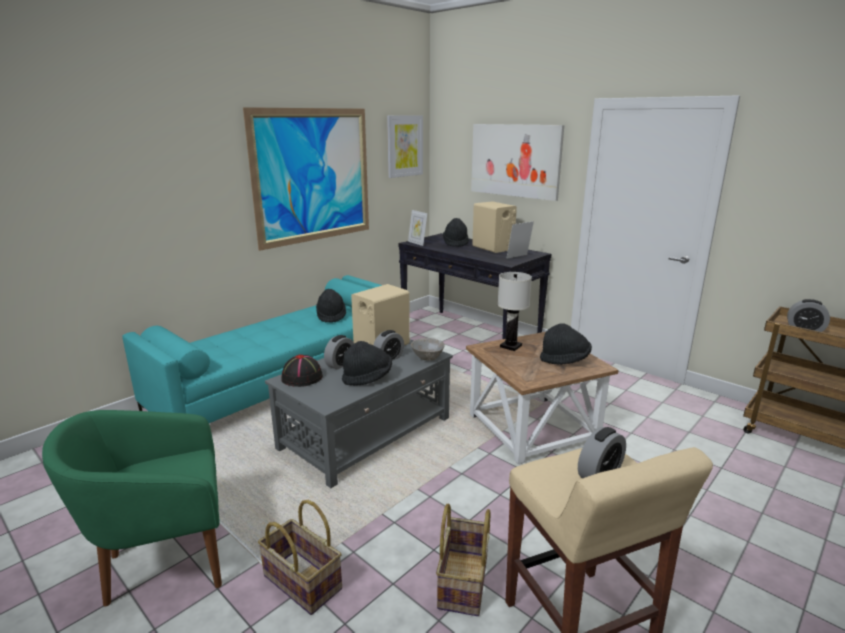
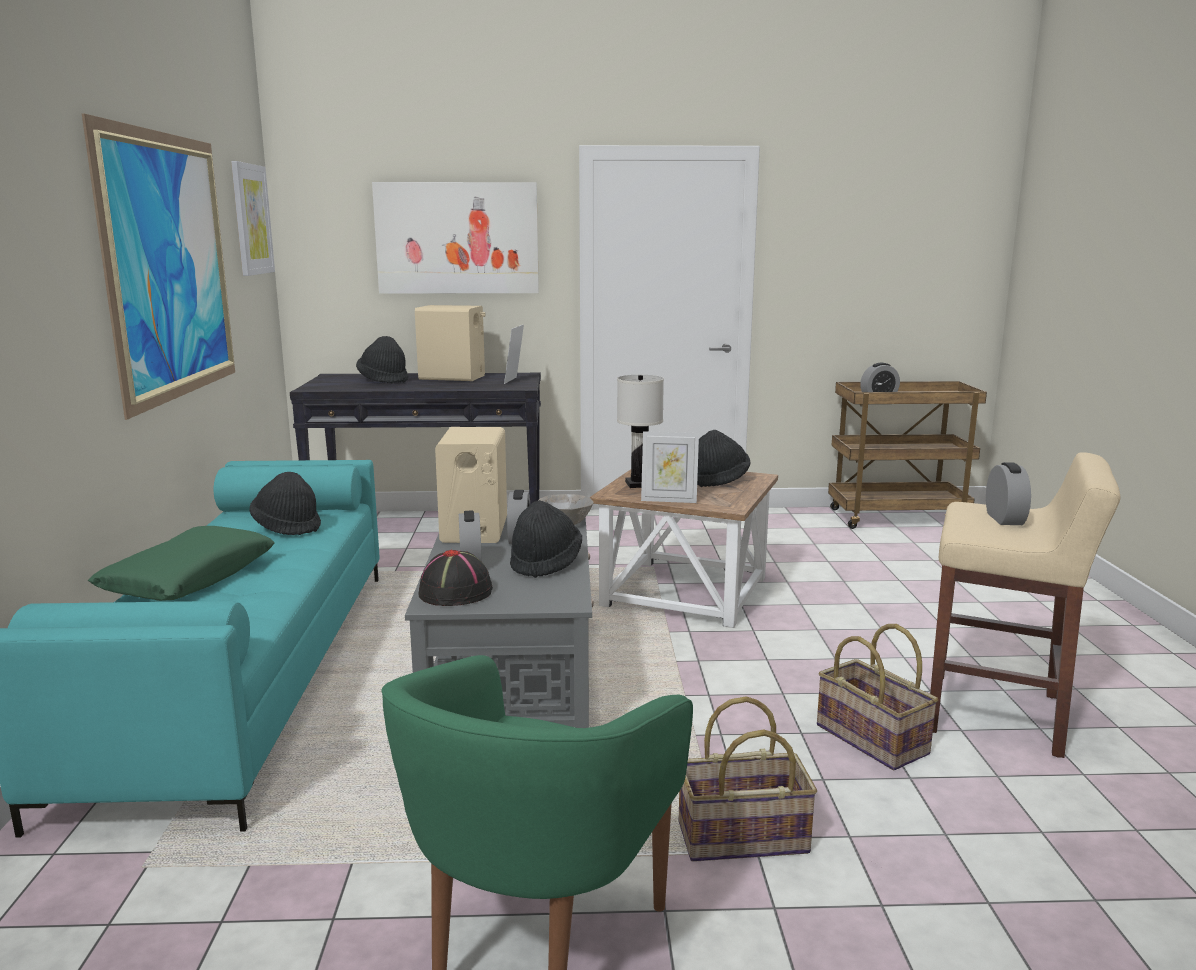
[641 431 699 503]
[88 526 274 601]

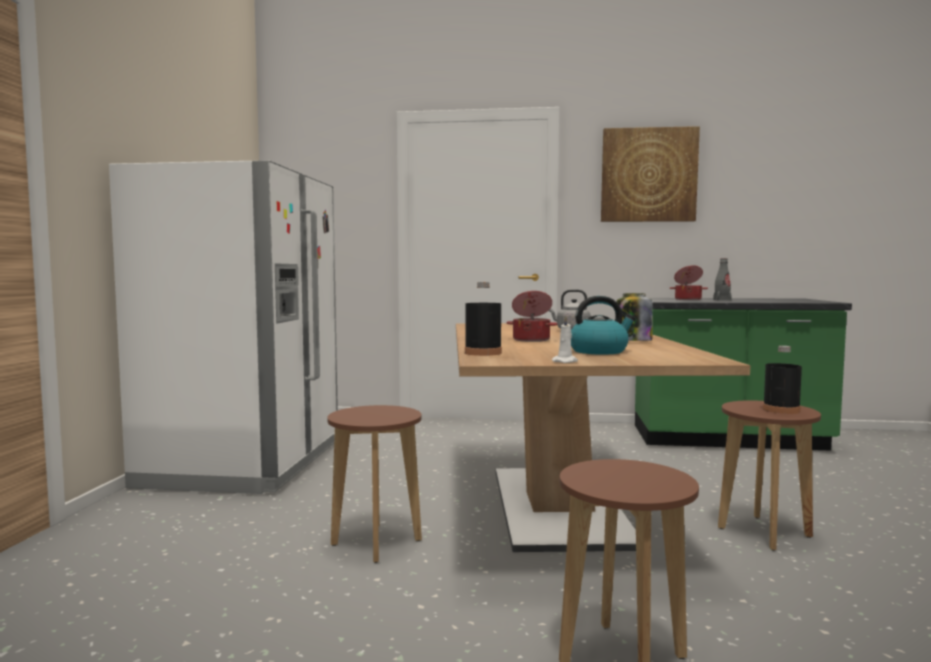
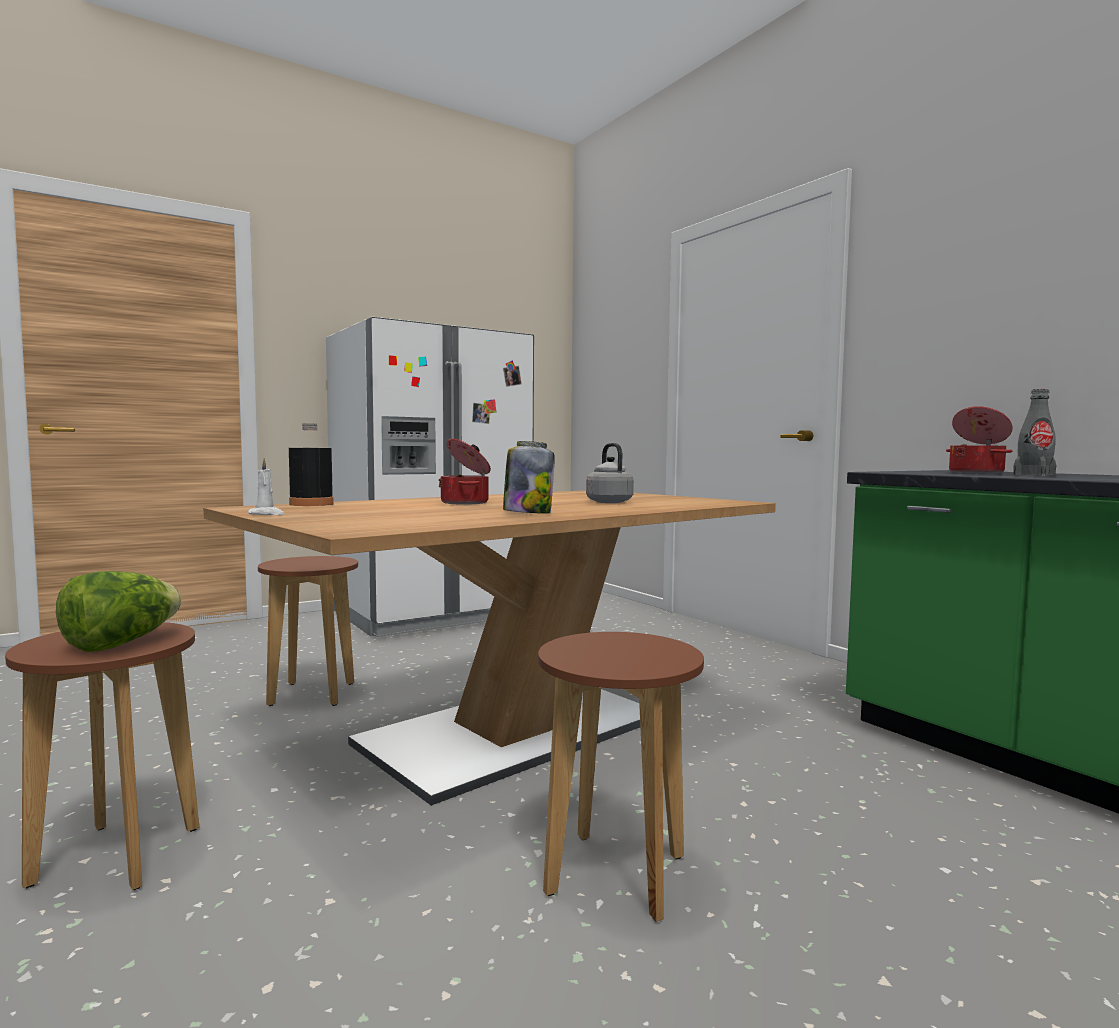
[571 296 636 355] (first image)
[601 126 700 222] (first image)
[763 346 802 414] (first image)
[56 571 182 652]

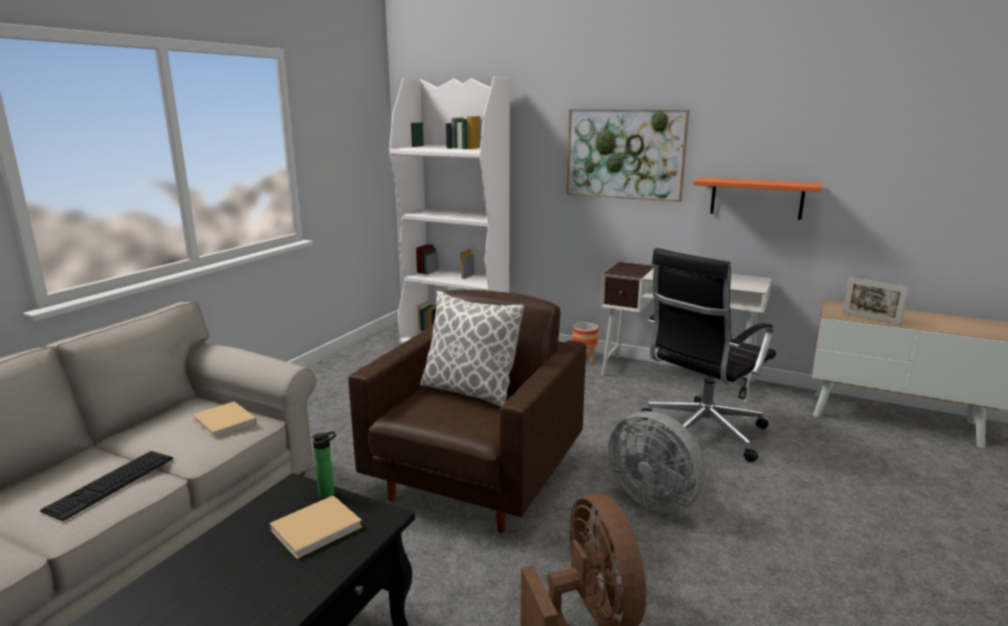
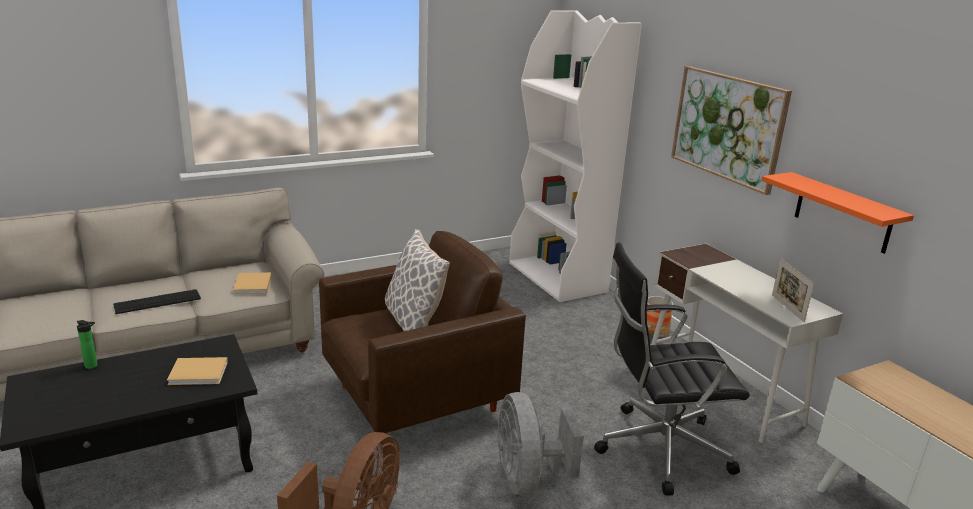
[77 320 98 369]
[772 258 814 322]

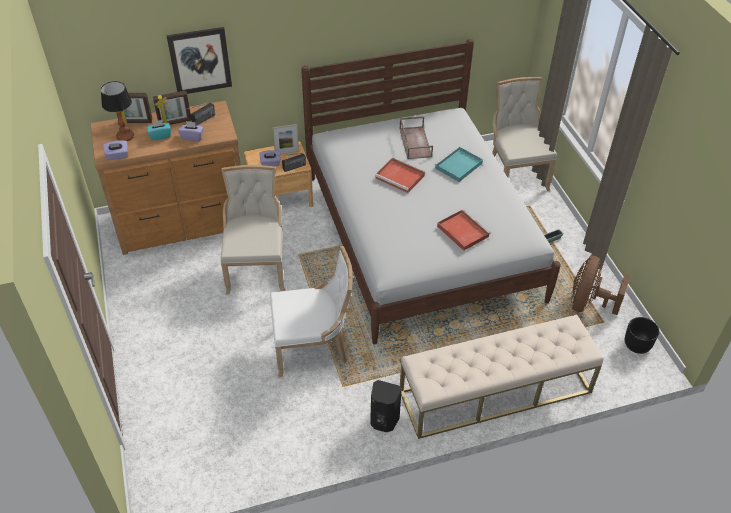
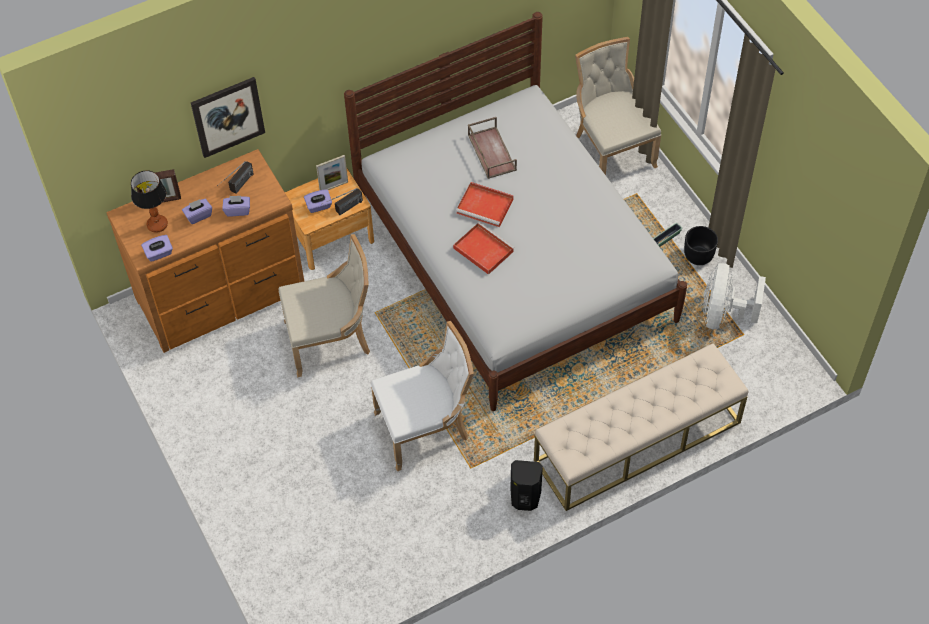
[182 199 212 224]
[153 90 192 125] (first image)
[278 234 370 377]
[434 146 483 182] (first image)
[453 222 515 275]
[703 263 766 330]
[684 226 718 265]

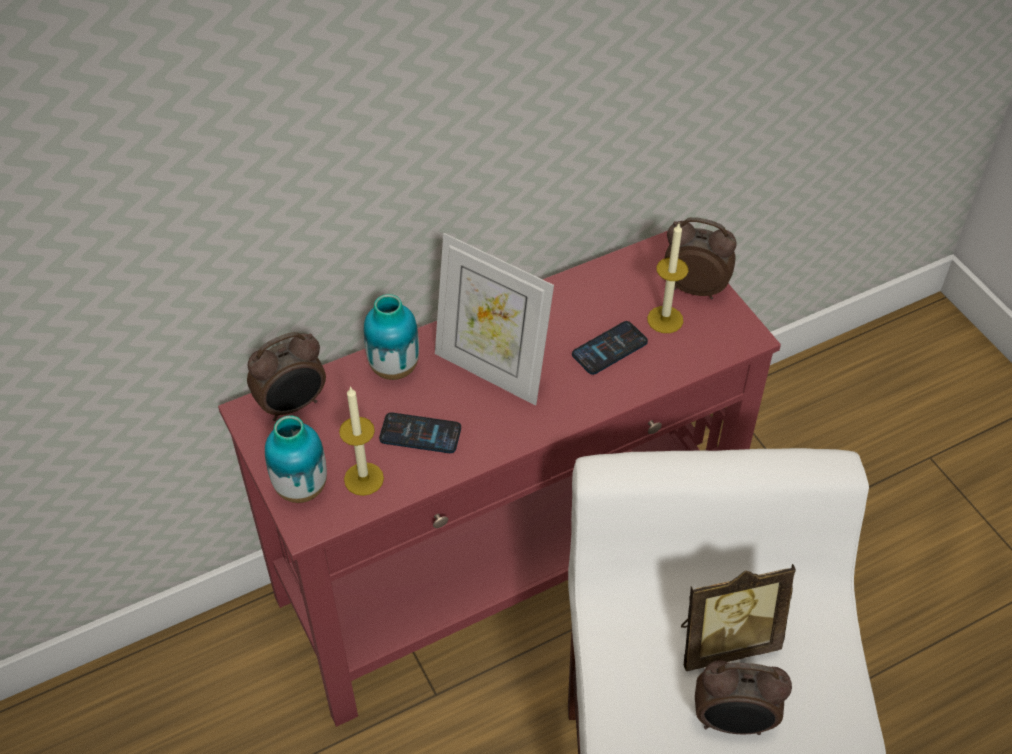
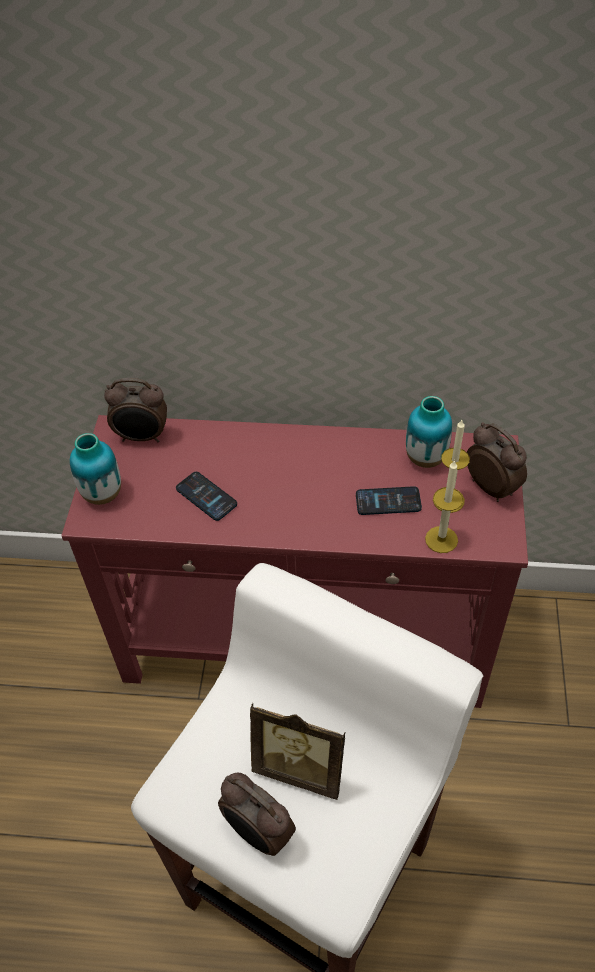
[425 460 463 553]
[406 396 452 468]
[435 233 554 406] (first image)

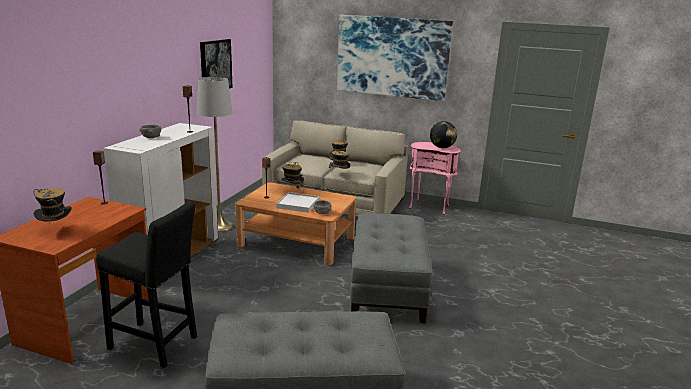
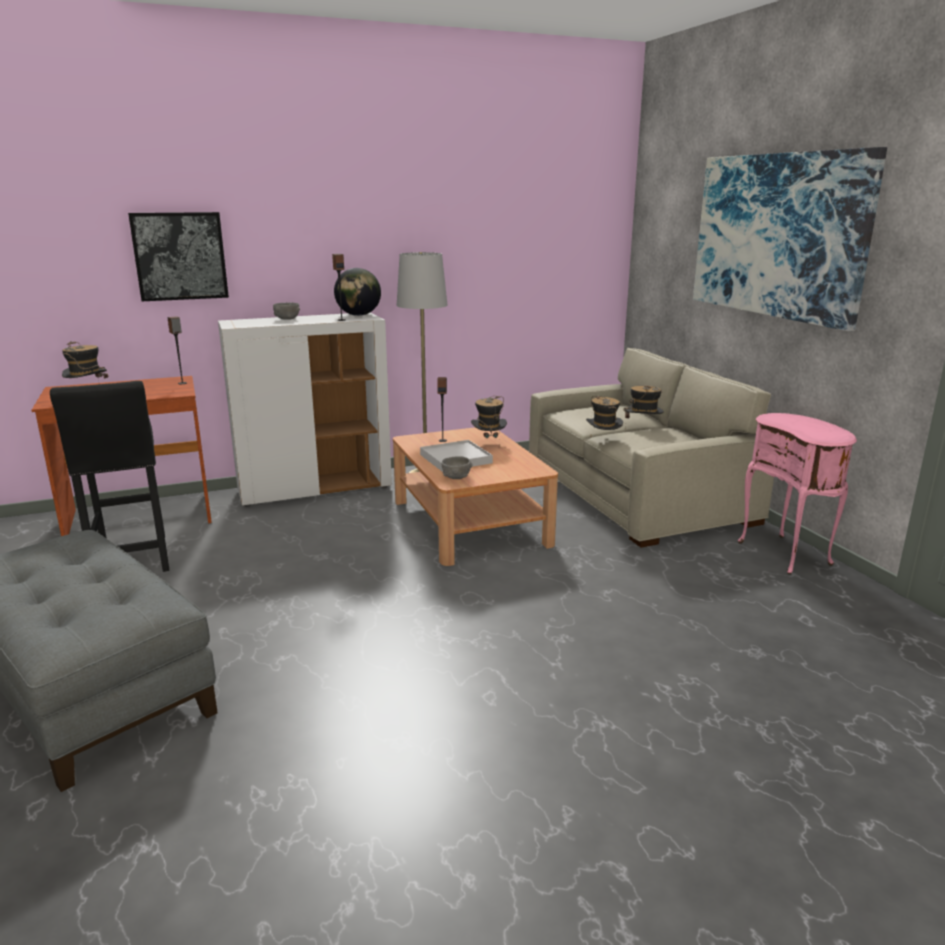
[128 212 229 301]
[350 213 433 323] (first image)
[334 268 381 316]

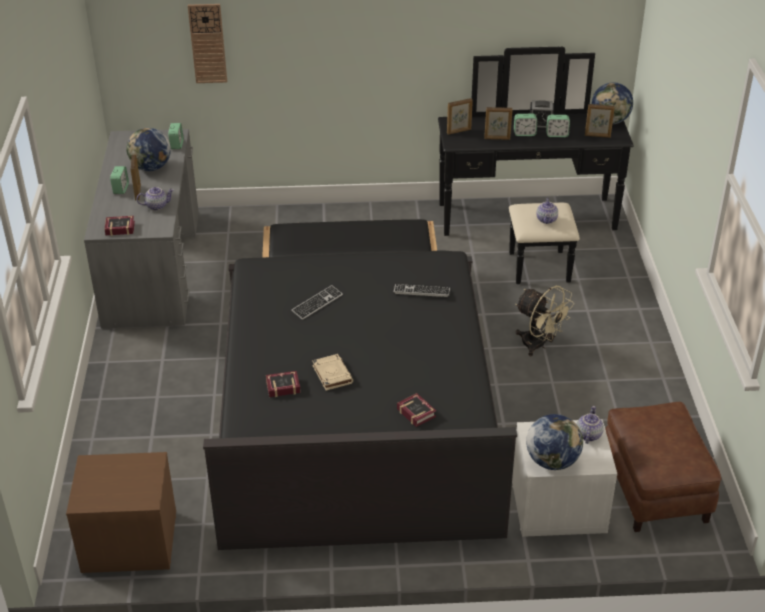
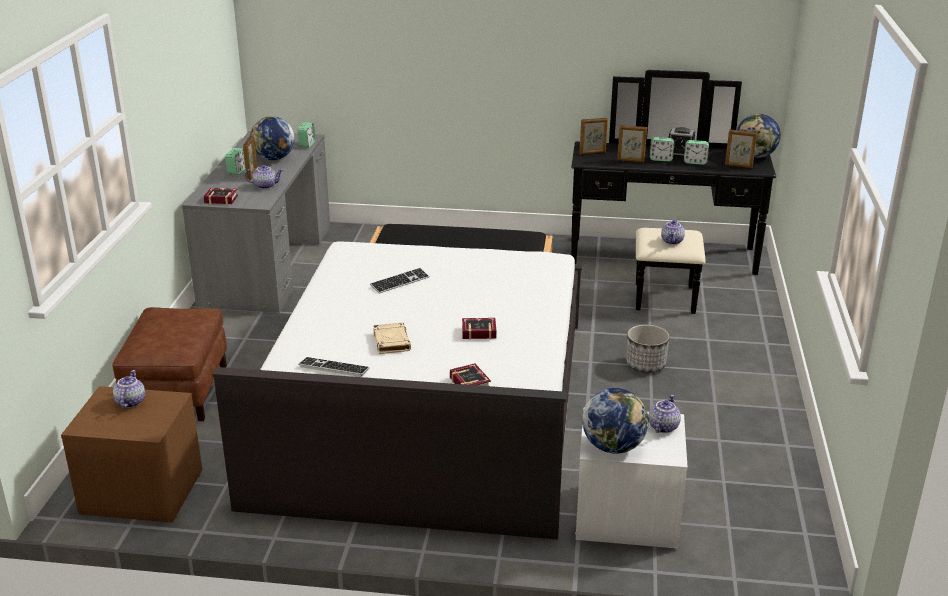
[188 4 227 83] (first image)
[212 241 582 540]
[462 318 496 340]
[298 357 370 377]
[626 324 670 373]
[112 307 227 421]
[113 370 145 408]

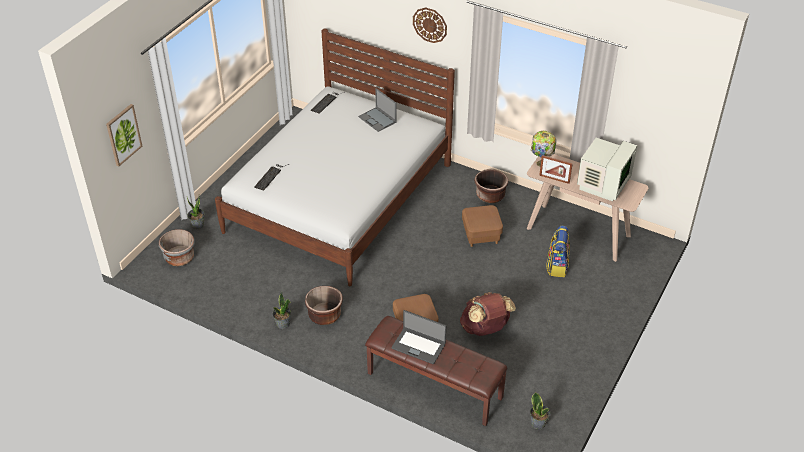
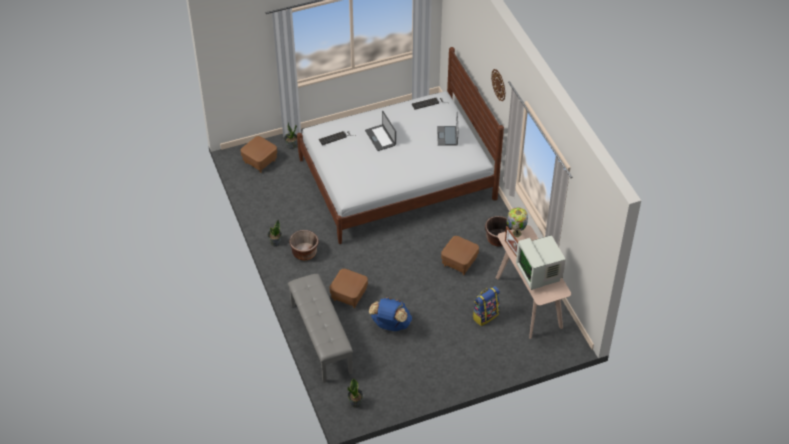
[106 104 142 167] (first image)
[241 136 277 173]
[288 274 353 383]
[365 111 396 151]
[369 297 412 331]
[516 235 566 290]

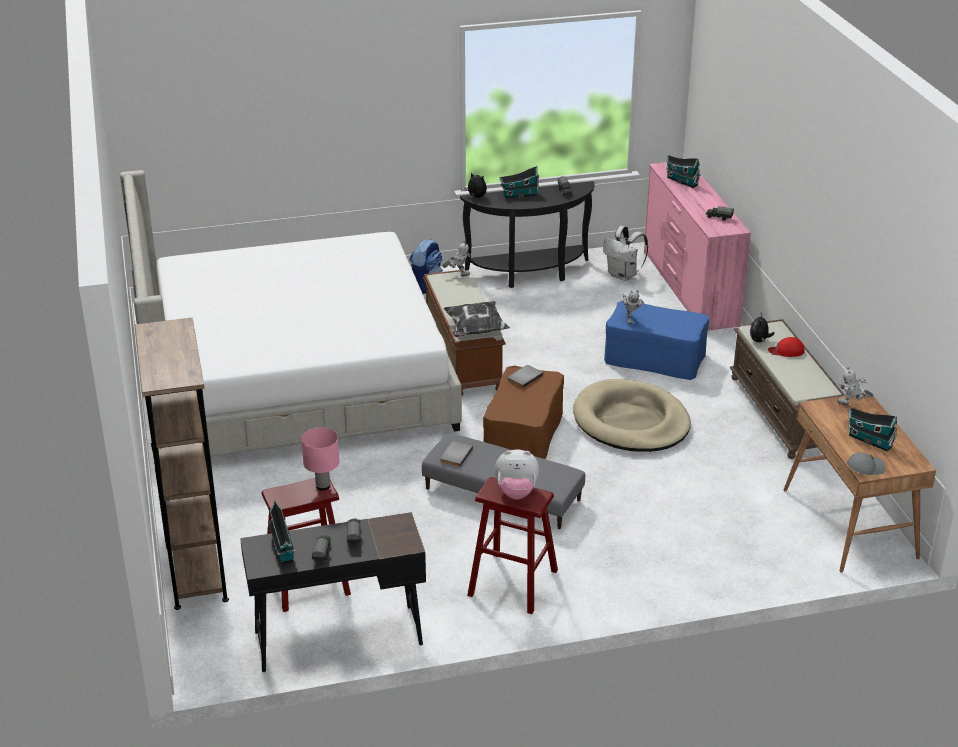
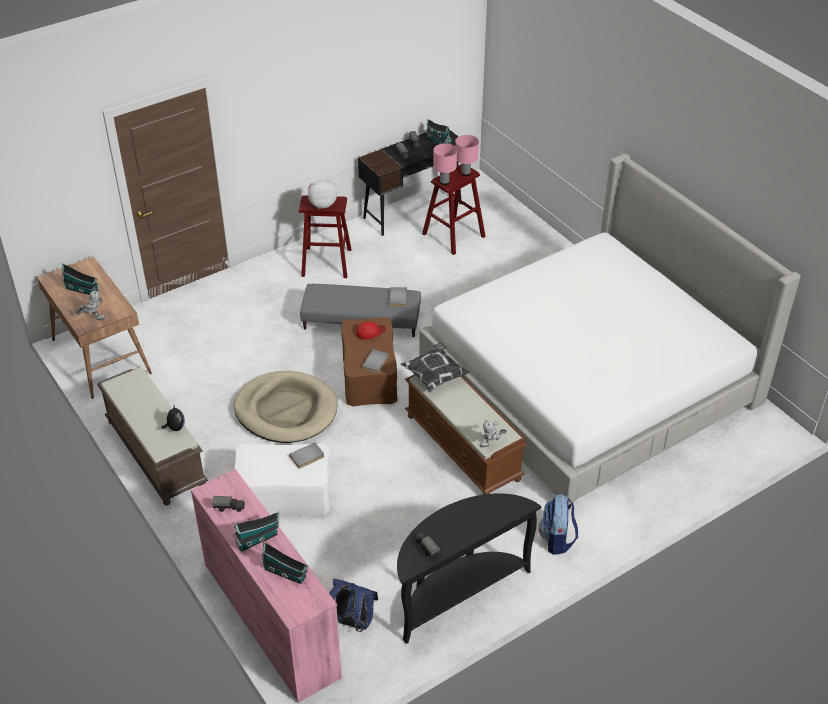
[135 318 229 610] (first image)
[464 172 487 198] (first image)
[233 512 280 552]
[329 579 378 632]
[234 444 332 516]
[289 442 324 468]
[356 321 386 340]
[847 452 885 475] (first image)
[455 135 479 176]

